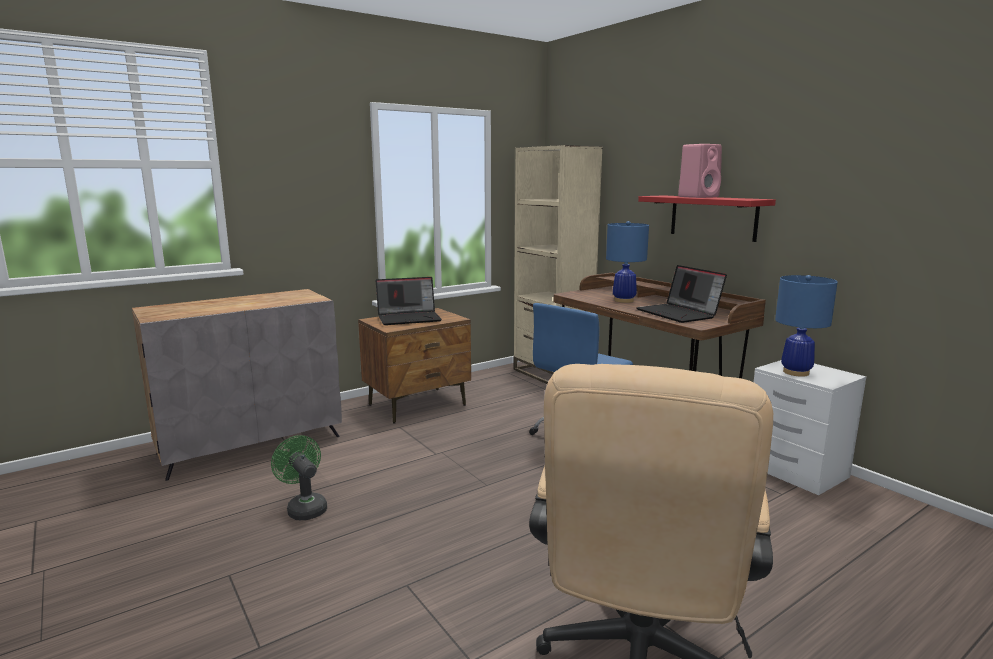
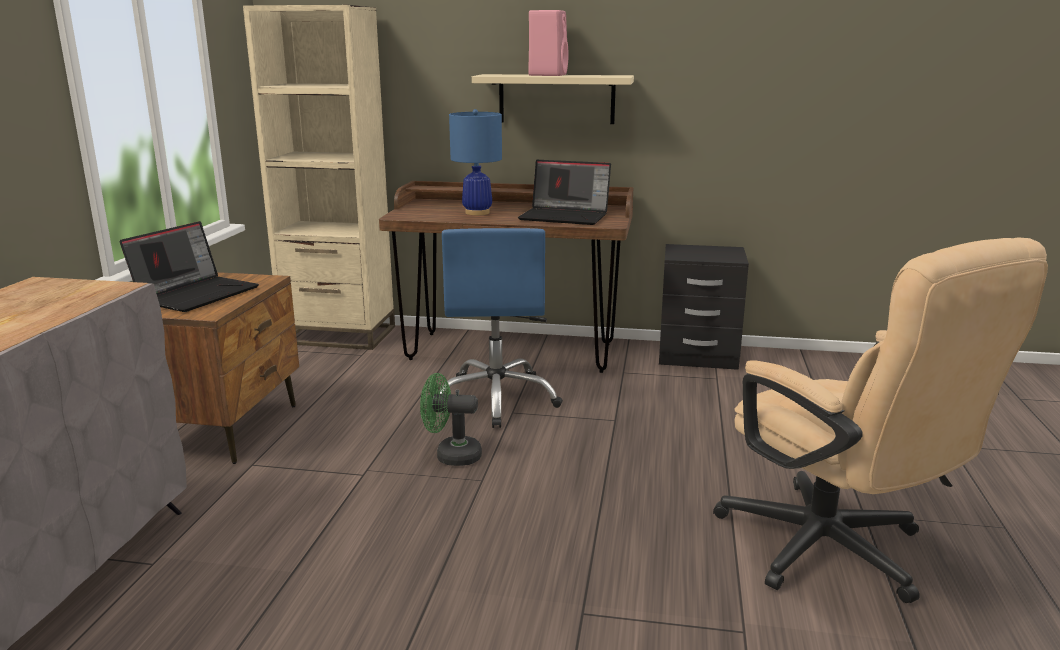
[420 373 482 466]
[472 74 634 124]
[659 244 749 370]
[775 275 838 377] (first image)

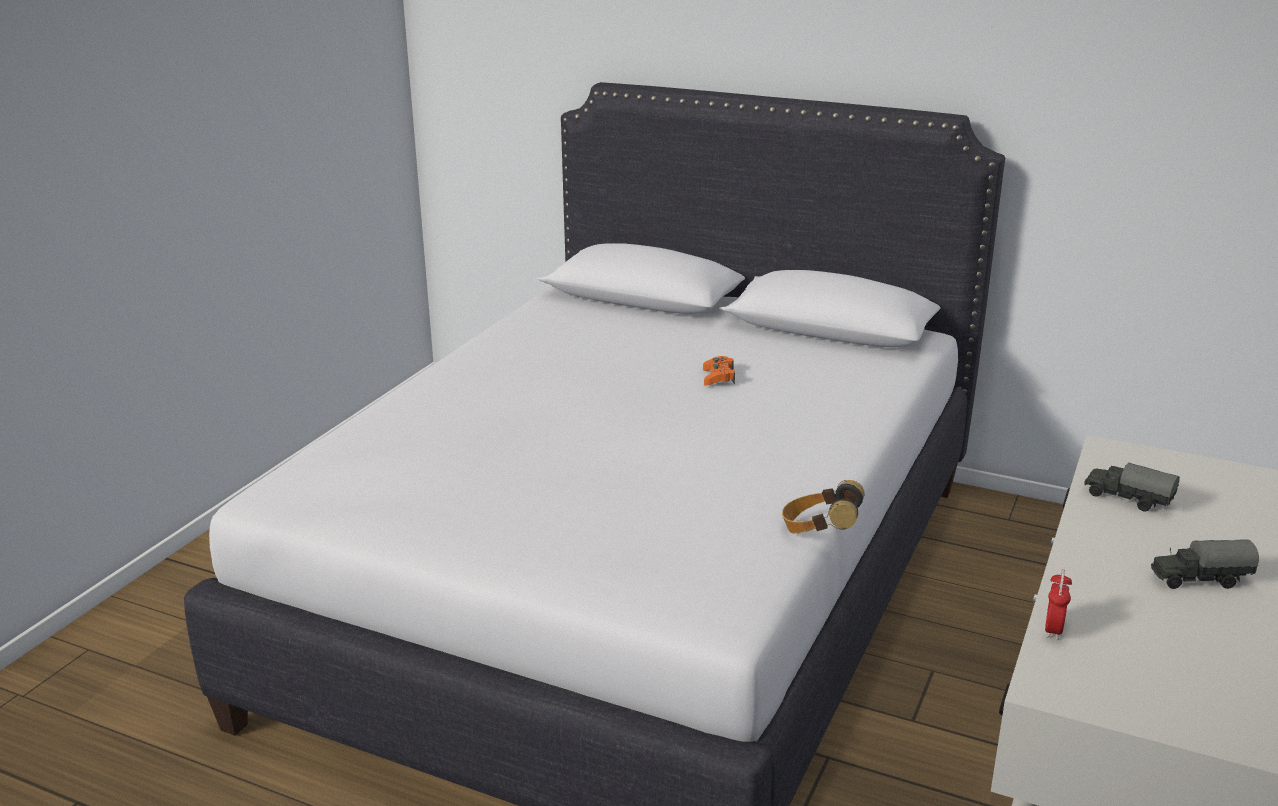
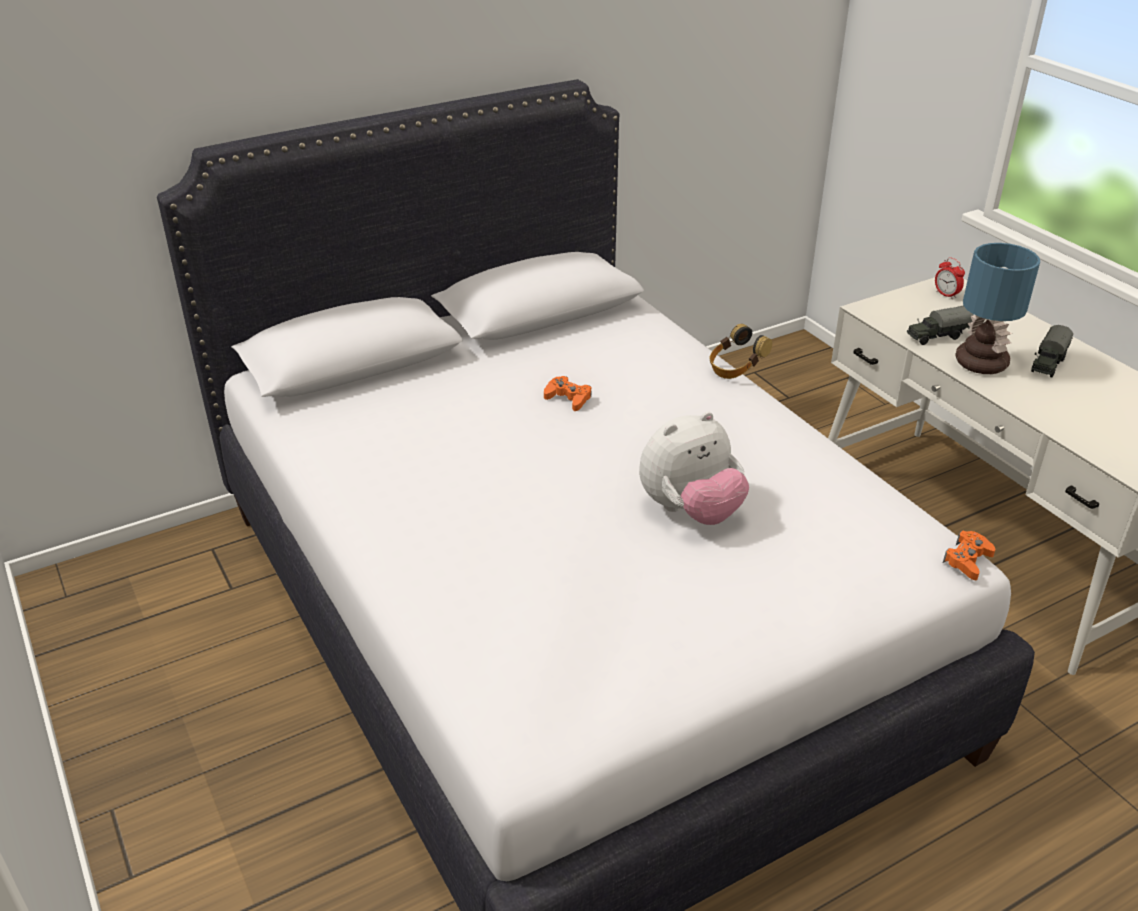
[709 324 772 379]
[935 257 965 299]
[639 412 749 525]
[943 531 995 580]
[955 243 1040 374]

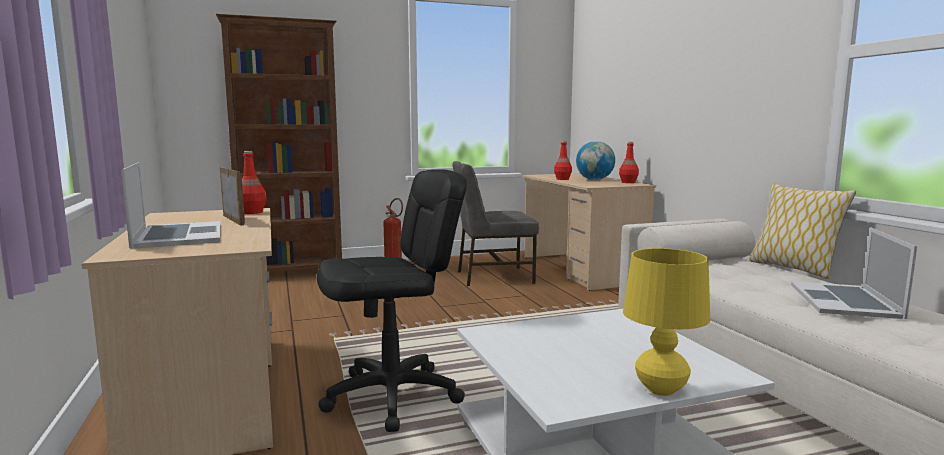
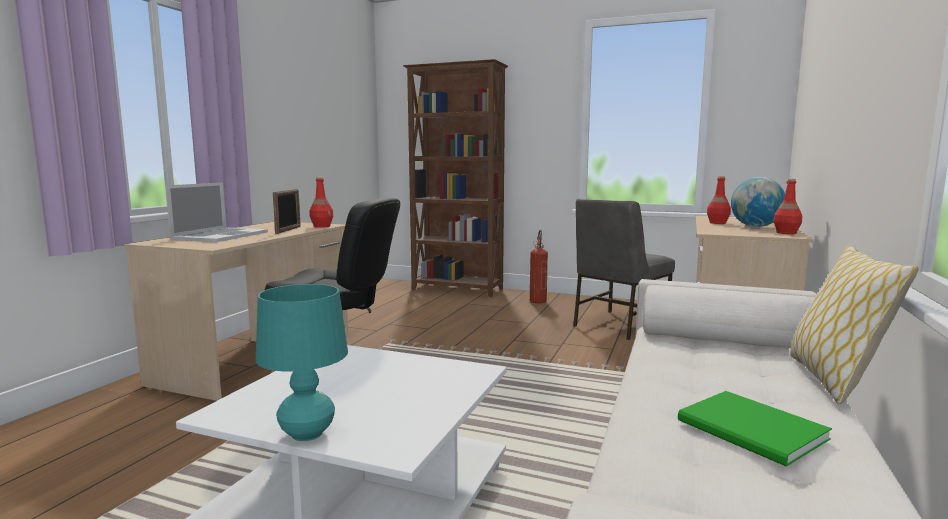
[573 199 675 340]
[256 284 348 441]
[678 391 832 467]

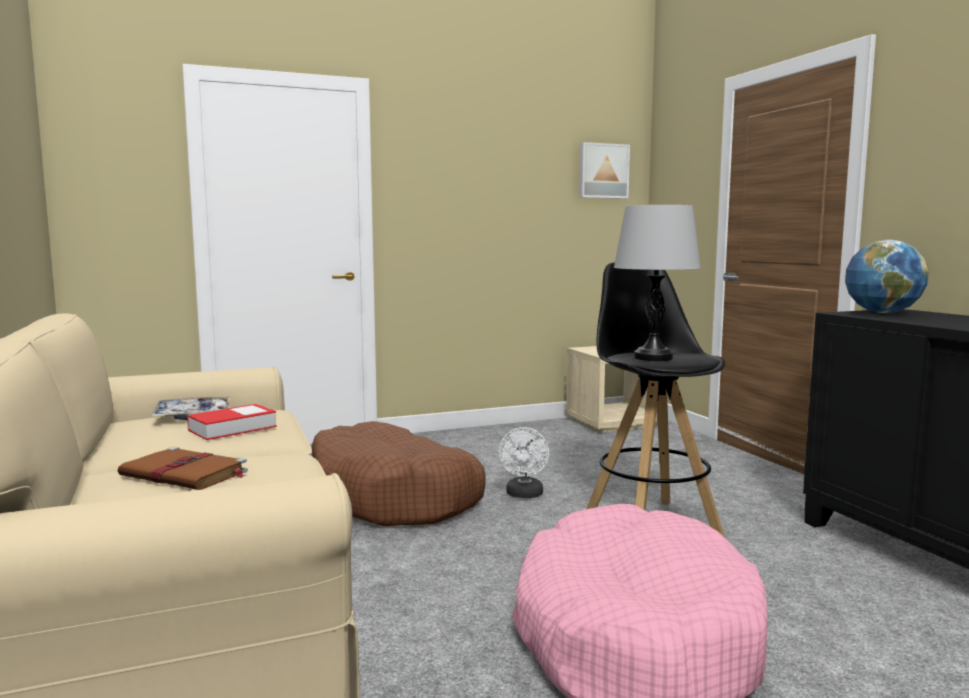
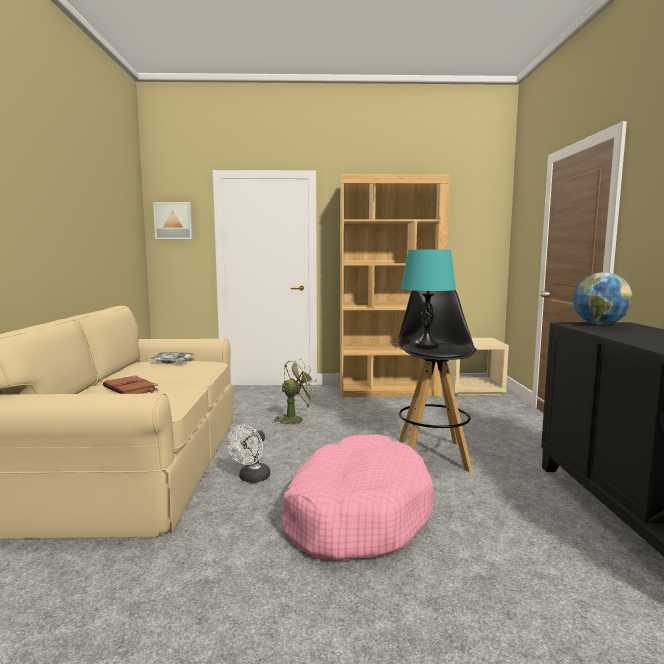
[187 404 277 440] (first image)
[272 359 319 425]
[227 425 270 483]
[153 202 193 239]
[401 249 456 349]
[340 174 450 397]

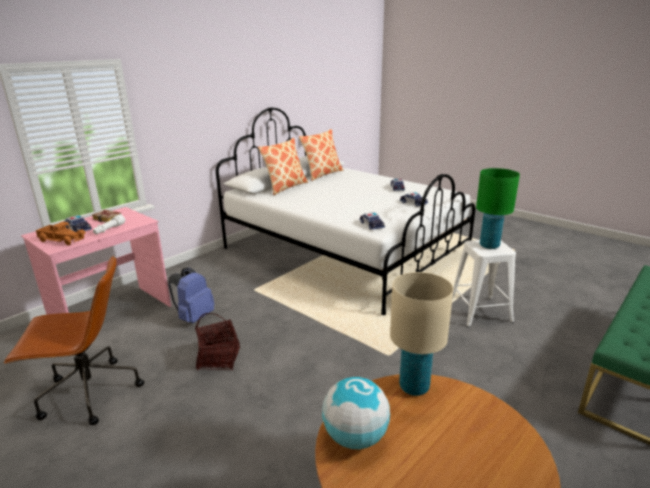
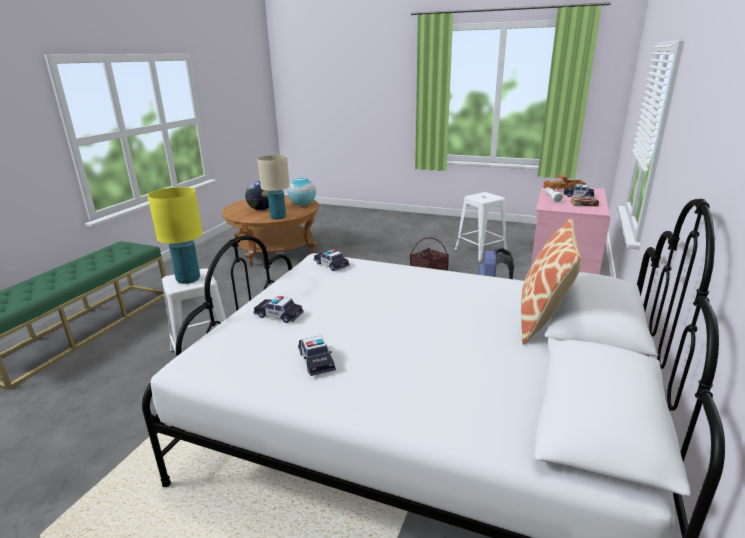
[454 192 507 262]
[299 129 343 181] (first image)
[147 187 203 284]
[245 181 269 210]

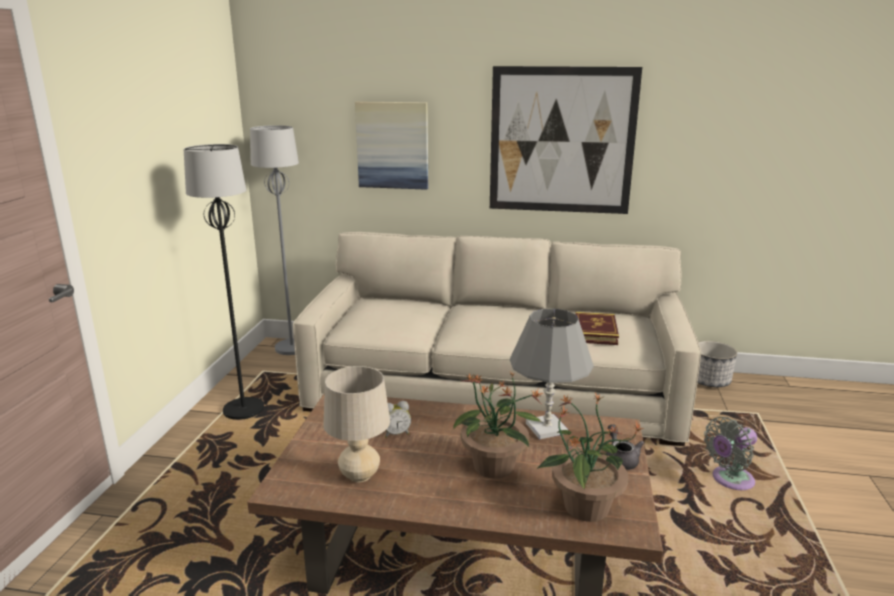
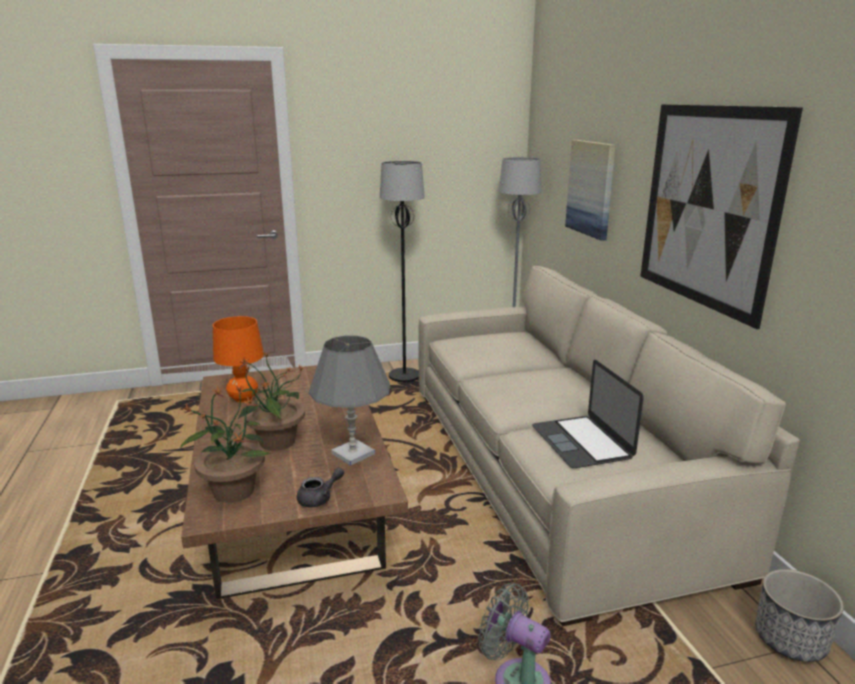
[213 316 264 402]
[385 401 411 438] (first image)
[532 360 644 468]

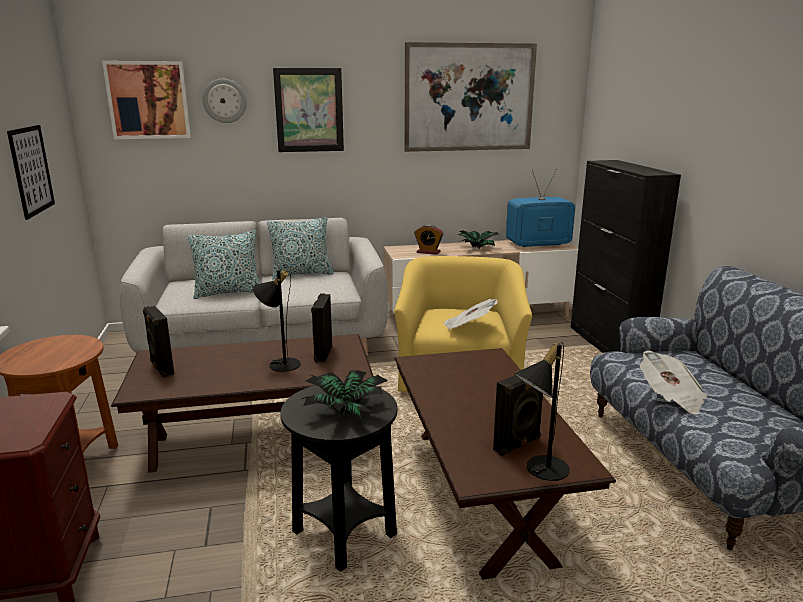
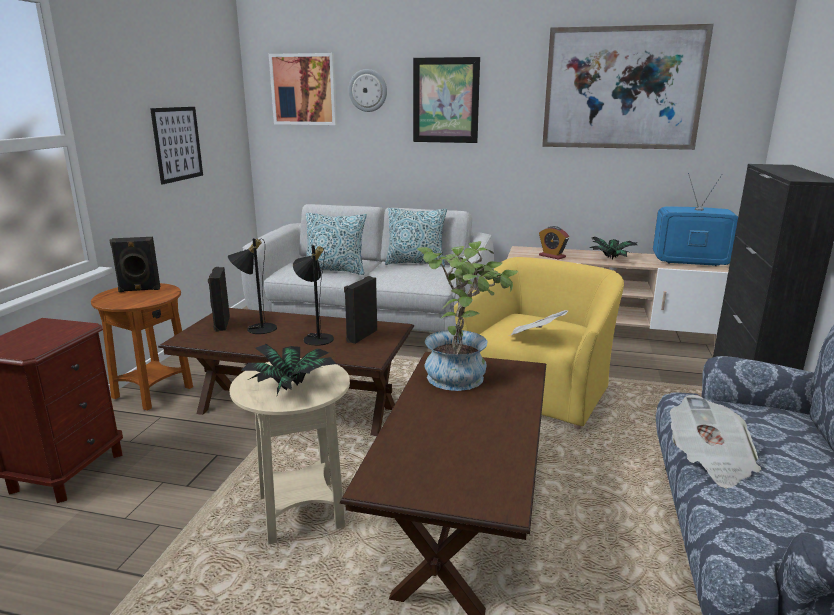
[230 358 350 545]
[109 237 160 292]
[228 238 277 334]
[417 241 518 391]

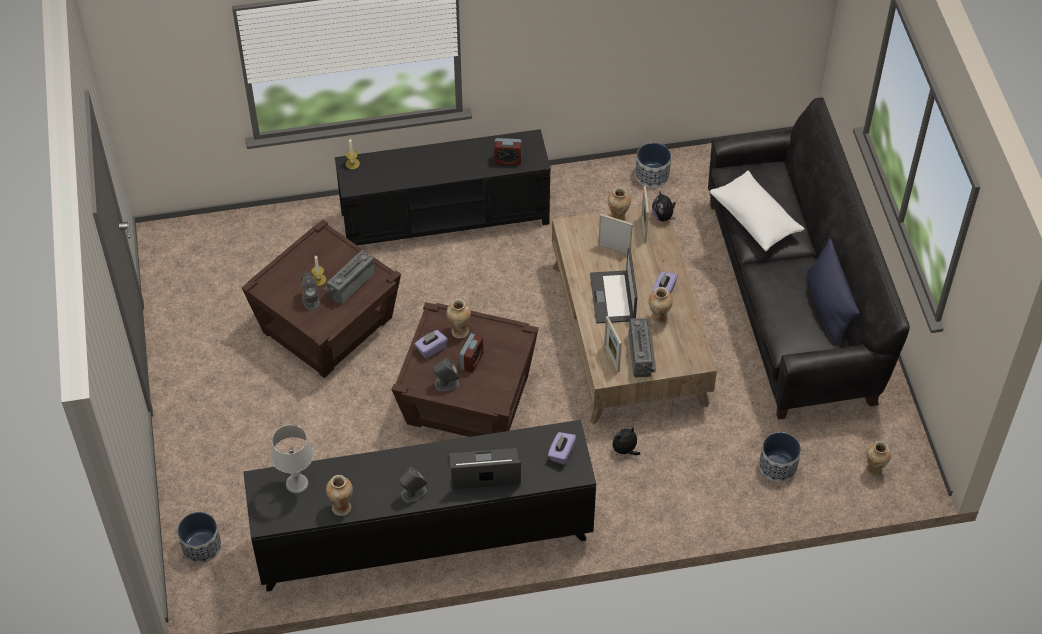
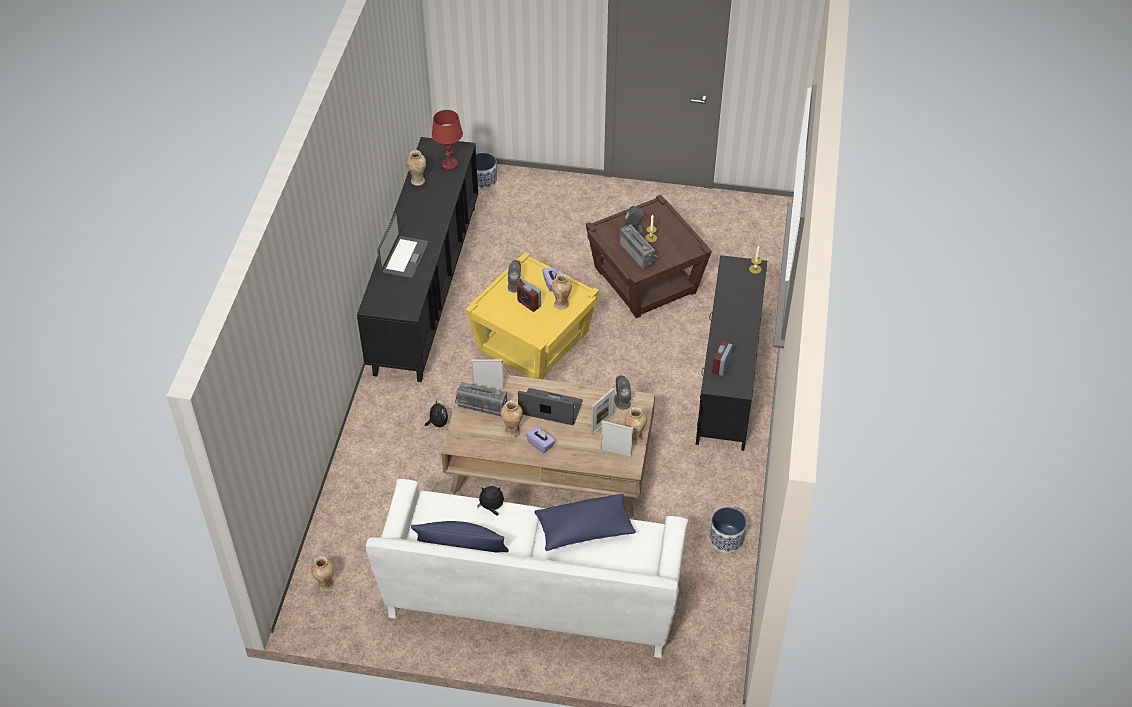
[432 110 463 170]
[465 252 599 379]
[614 375 631 410]
[548 432 576 465] (first image)
[477 486 504 516]
[366 479 688 658]
[535 494 636 551]
[759 432 801 482] (first image)

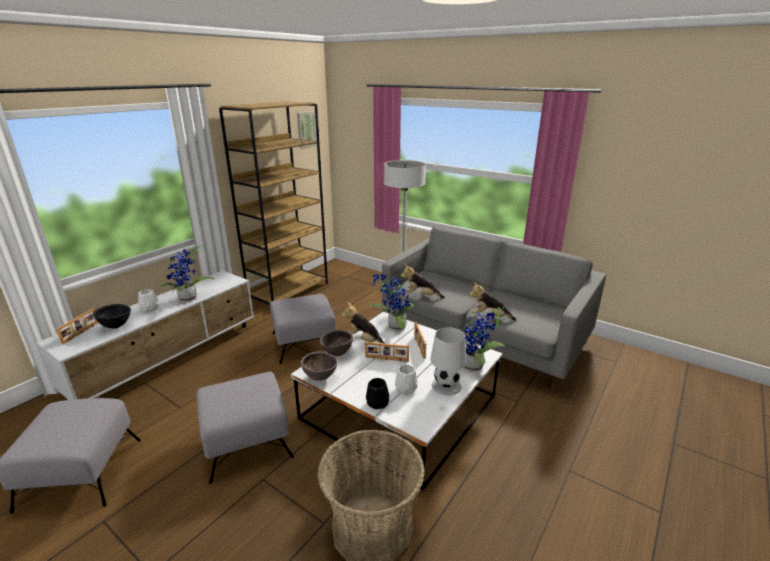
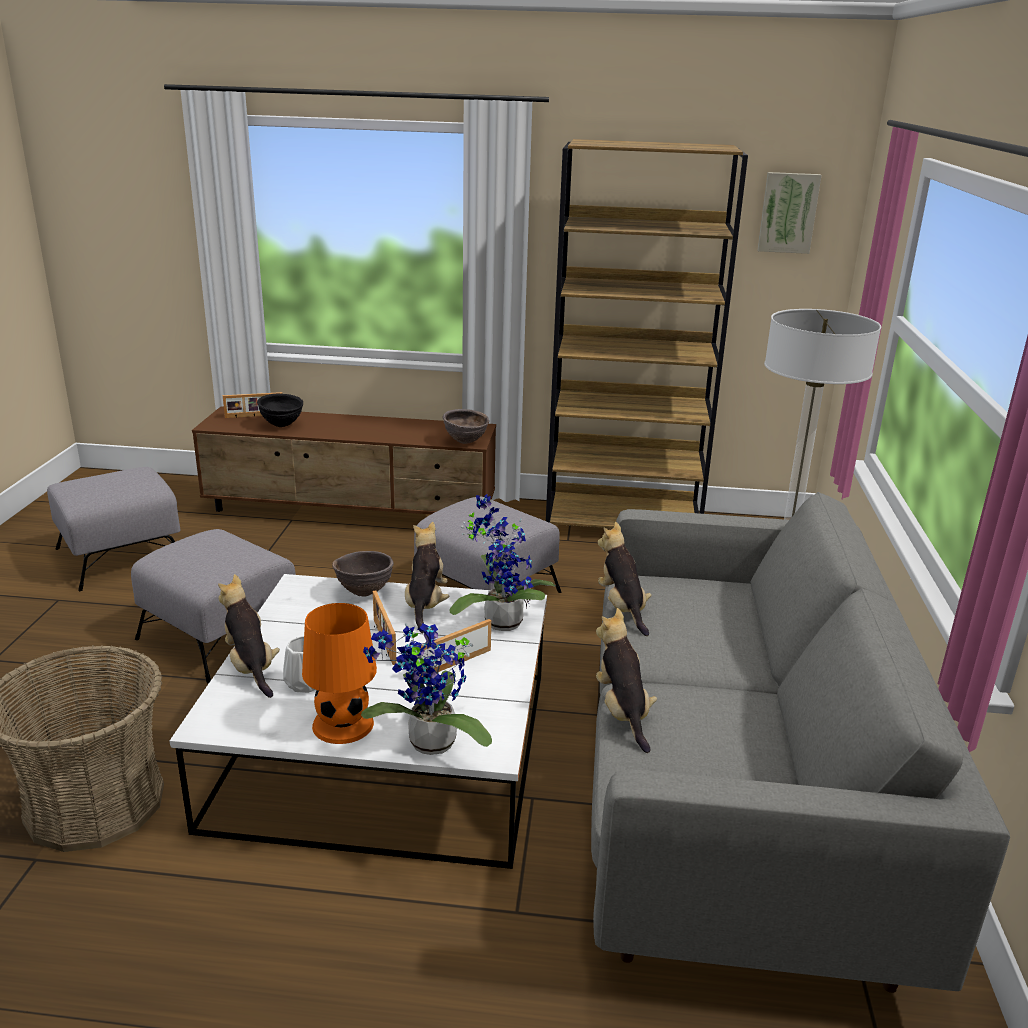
[192 407 496 514]
[138 289 159 312] (first image)
[160 245 214 302] (first image)
[442 409 489 444]
[218 574 280 698]
[302 603 377 744]

